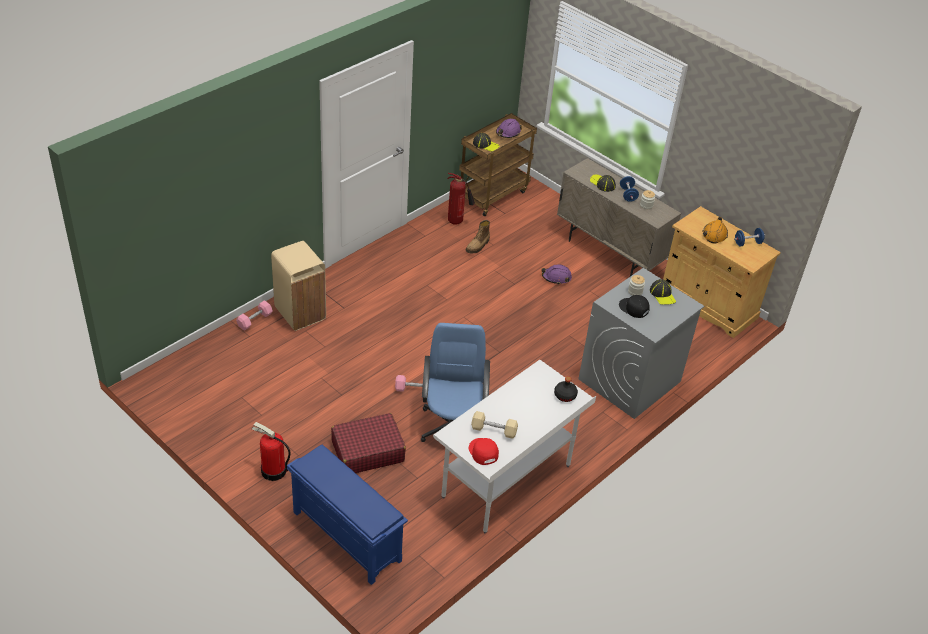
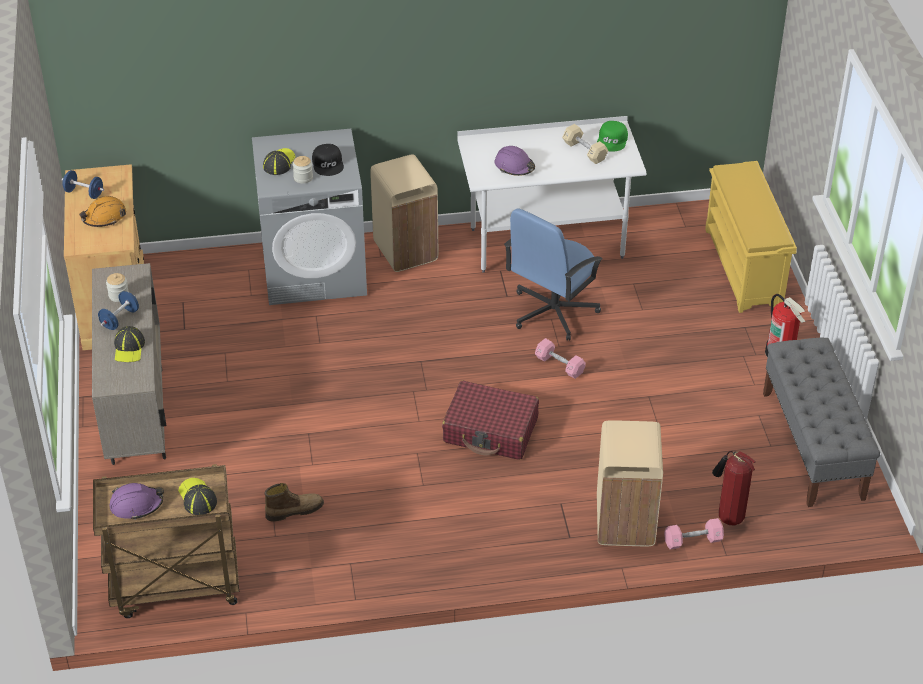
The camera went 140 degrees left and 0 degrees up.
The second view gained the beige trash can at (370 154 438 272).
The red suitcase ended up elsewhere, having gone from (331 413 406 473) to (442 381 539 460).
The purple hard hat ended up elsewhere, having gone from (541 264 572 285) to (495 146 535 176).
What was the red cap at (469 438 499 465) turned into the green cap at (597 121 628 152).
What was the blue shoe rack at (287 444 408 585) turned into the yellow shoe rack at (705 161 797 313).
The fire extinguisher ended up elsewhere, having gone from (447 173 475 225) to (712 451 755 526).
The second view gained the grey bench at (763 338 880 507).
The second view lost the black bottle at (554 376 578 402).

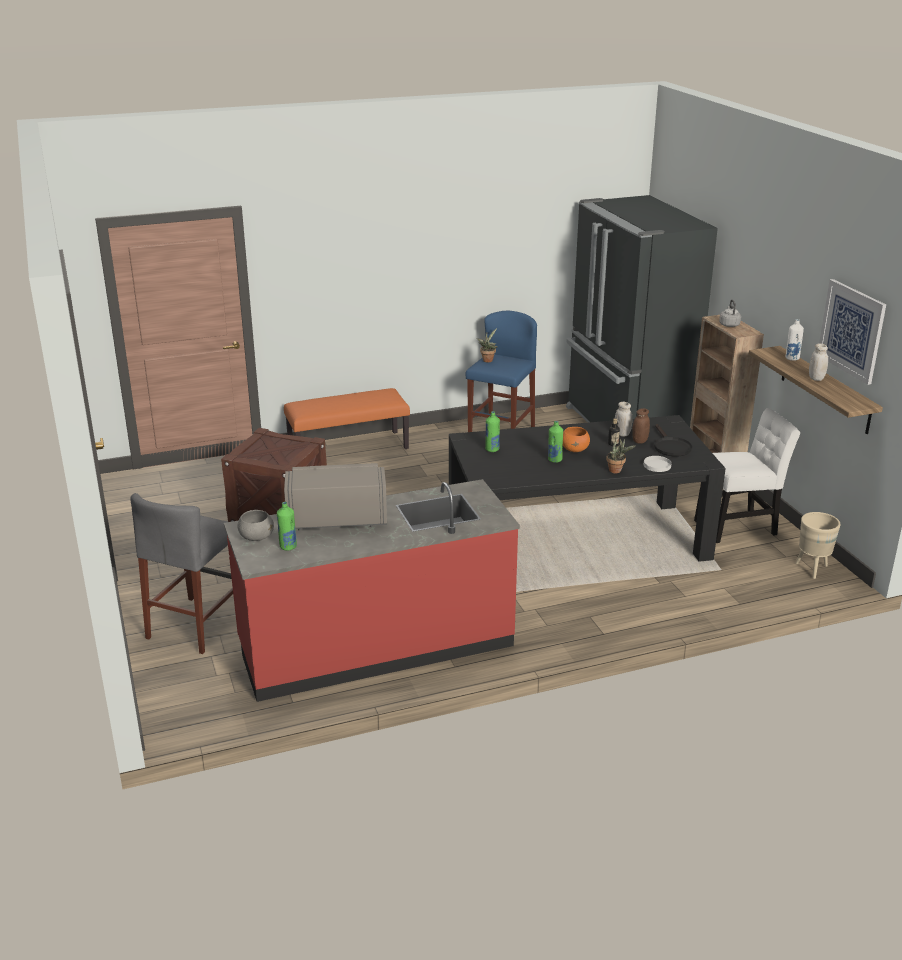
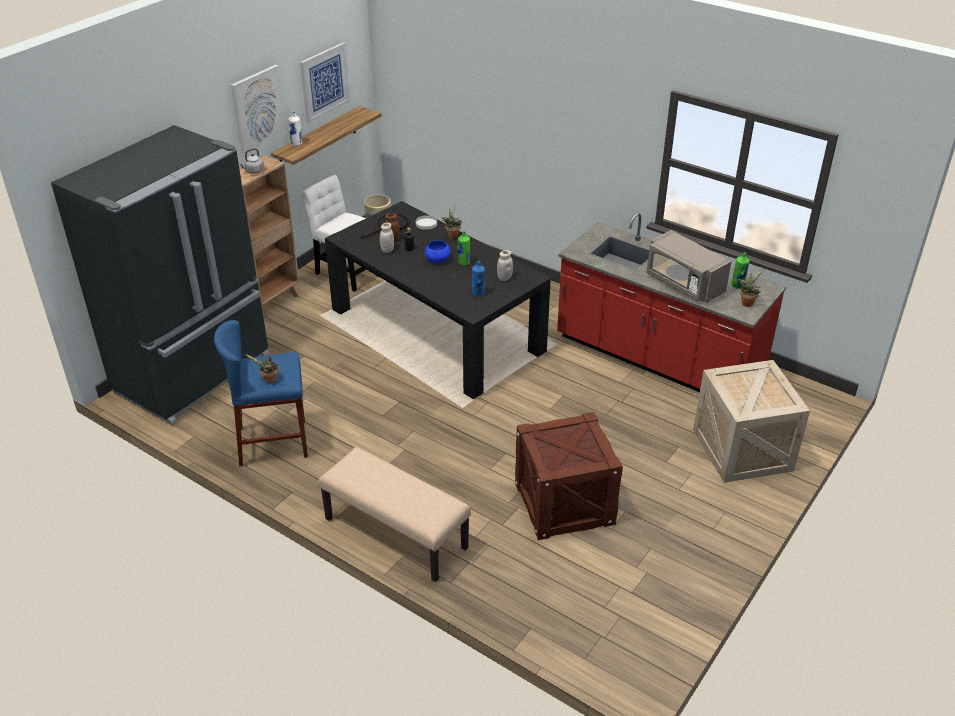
The camera went 125 degrees left and 10 degrees up.
The second view gained the picture at (231 65 286 154).
What was the orange bench at (284 388 410 449) turned into the beige bench at (318 447 471 582).
What was the orange bowl at (563 427 590 452) turned into the blue bowl at (425 240 450 263).
What was the green bottle at (485 411 500 452) turned into the blue bottle at (472 261 485 297).
The white jar ended up elsewhere, having gone from (809 343 828 381) to (497 250 513 281).
Where the grey stool stood at (130 493 233 654), the crate came to stand at (693 360 810 483).
Where the grey bowl stood at (238 510 274 541), the potted plant came to stand at (738 269 764 307).

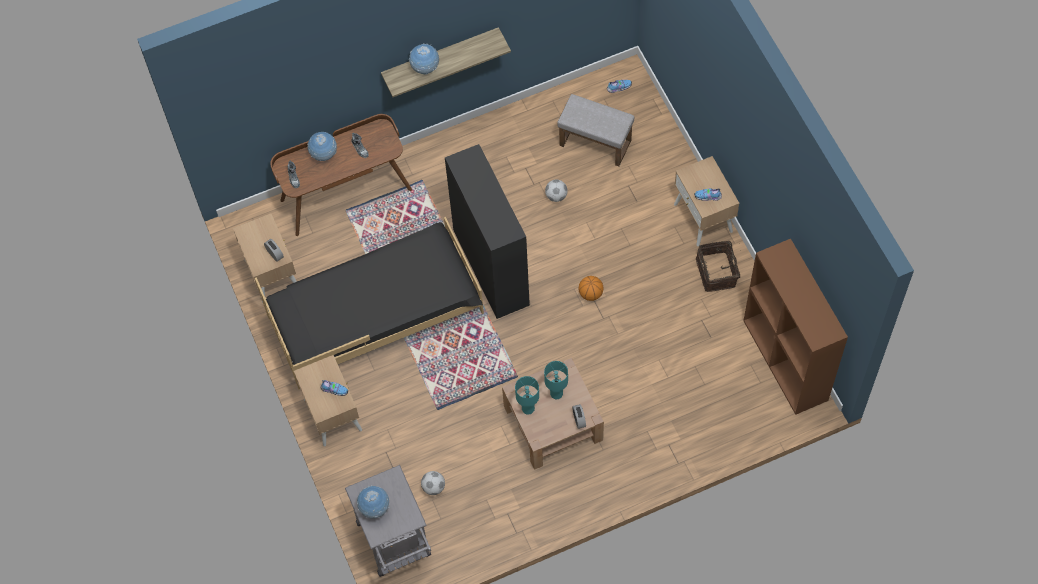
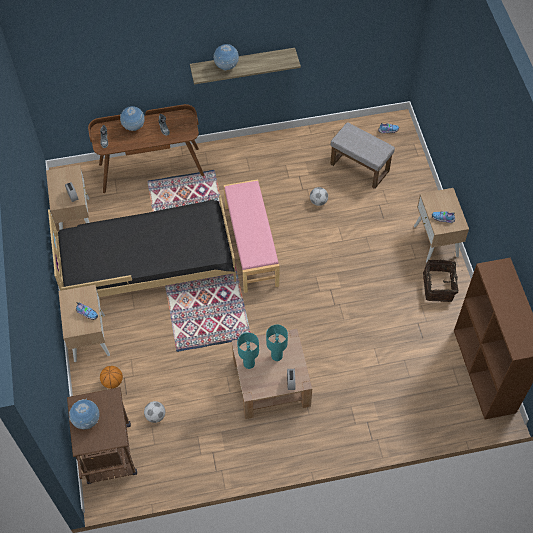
The camera went 10 degrees right and 5 degrees down.
What was the grey cart at (345 465 431 577) turned into the brown cart at (67 387 137 484).
The basketball ended up elsewhere, having gone from (579 276 603 301) to (100 366 123 389).
Where the black bookcase stood at (445 144 530 319), the pink bench came to stand at (223 179 279 293).

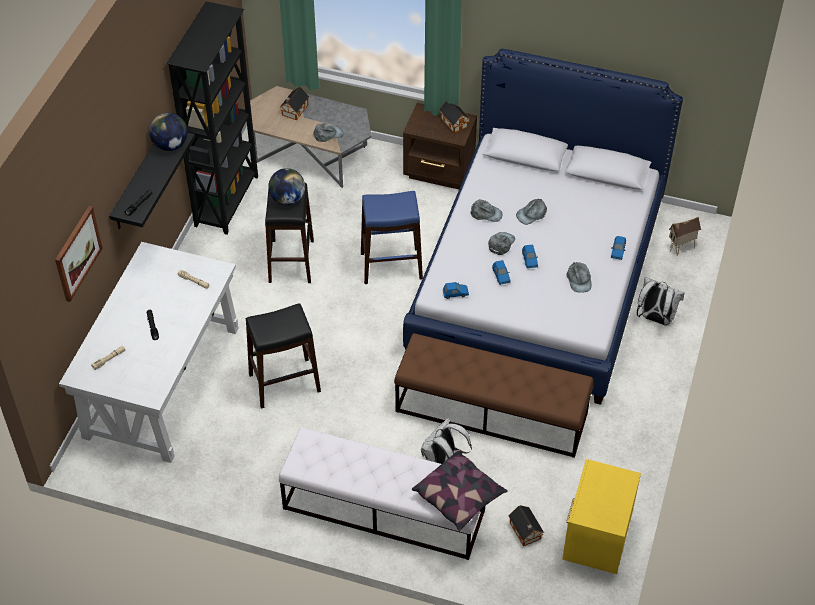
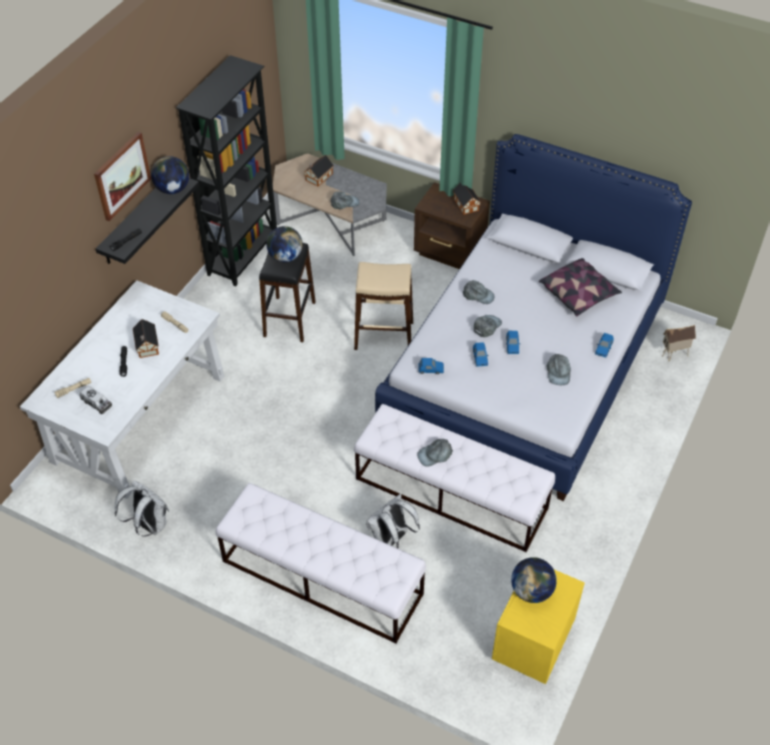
The camera went 10 degrees right and 0 degrees up.
The second view gained the toy truck at (80 386 112 414).
The picture ended up elsewhere, having gone from (55 206 103 302) to (94 132 151 221).
The white backpack ended up elsewhere, having gone from (637 277 684 326) to (115 480 169 537).
The toy house ended up elsewhere, having gone from (508 505 544 546) to (133 319 159 358).
What was the blue stool at (361 191 423 284) turned into the beige stool at (354 262 413 350).
What was the brown bench at (394 333 593 458) turned into the white bench at (354 404 555 552).
The grey cap ended up elsewhere, having gone from (516 199 547 225) to (417 439 453 467).
The second view gained the globe at (511 557 557 603).
The pillow ended up elsewhere, having gone from (412 449 508 531) to (539 258 622 317).
The second view lost the black stool at (246 303 321 409).

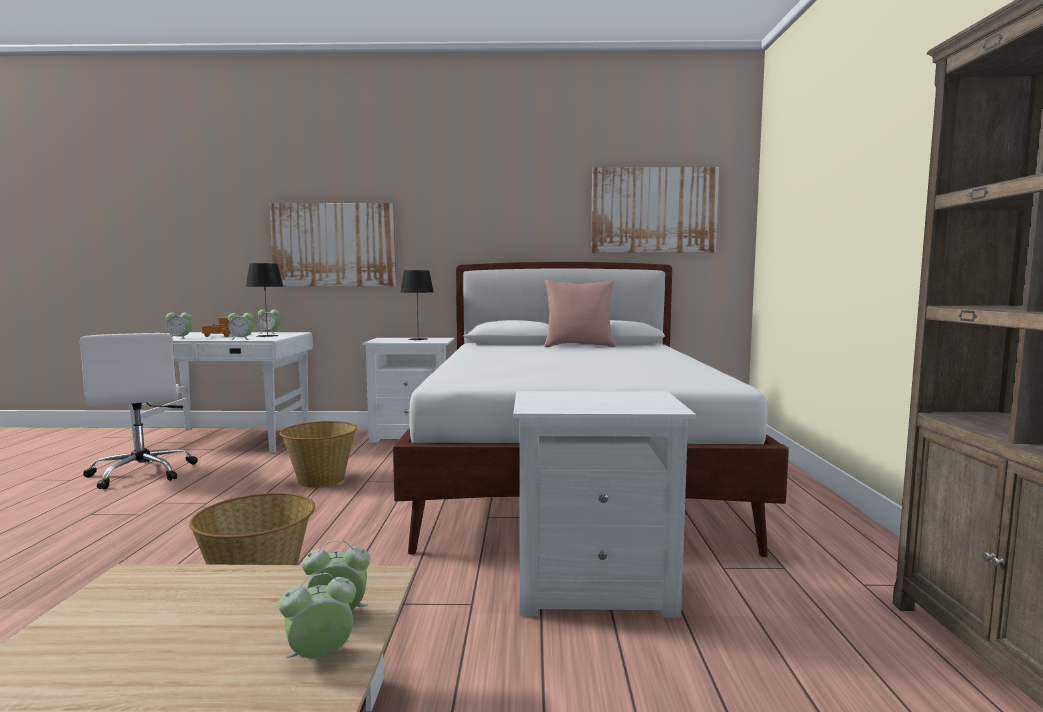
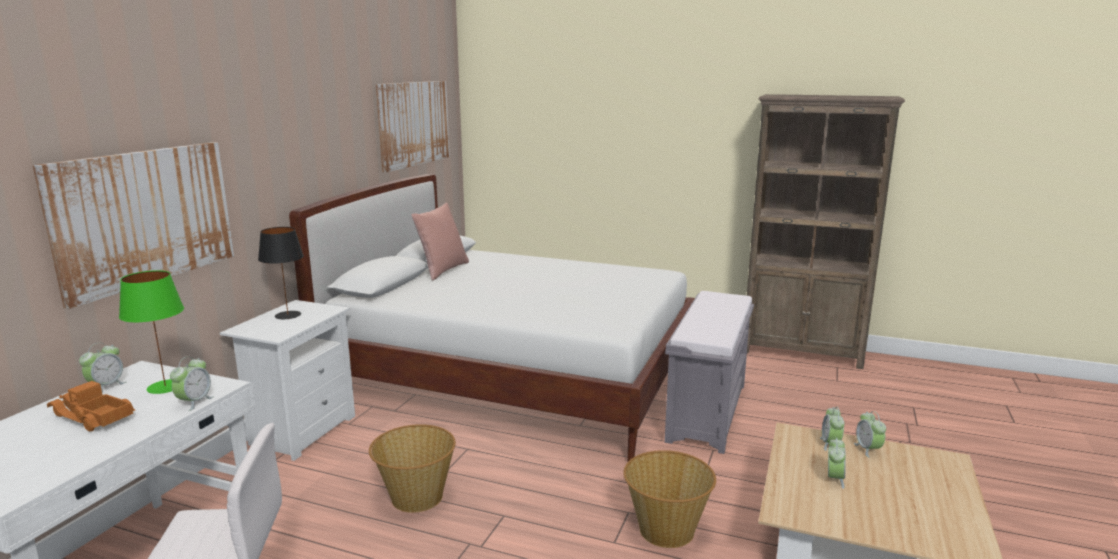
The camera went 70 degrees left and 10 degrees up.
What was the black table lamp at (246 263 284 337) turned into the green table lamp at (119 270 184 394).
Where the white nightstand stood at (513 391 696 618), the grey bench came to stand at (665 291 754 454).
The alarm clock ended up elsewhere, having gone from (166 309 192 339) to (828 438 846 489).

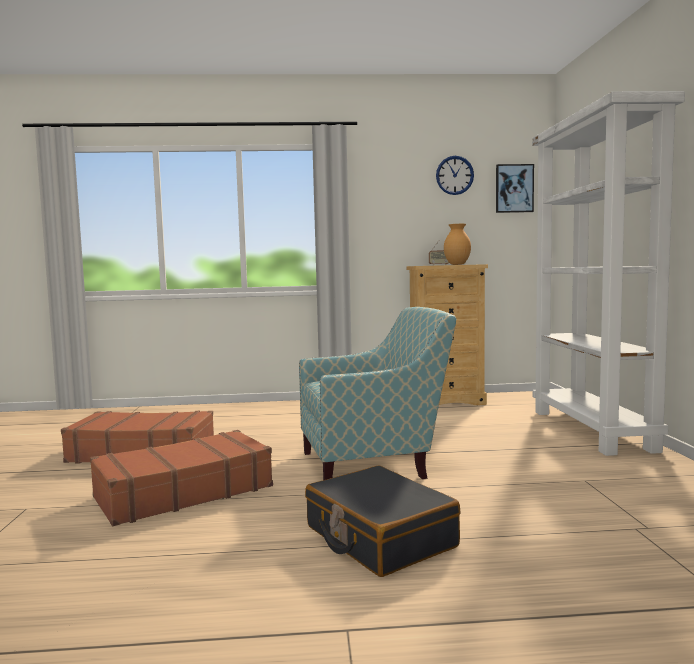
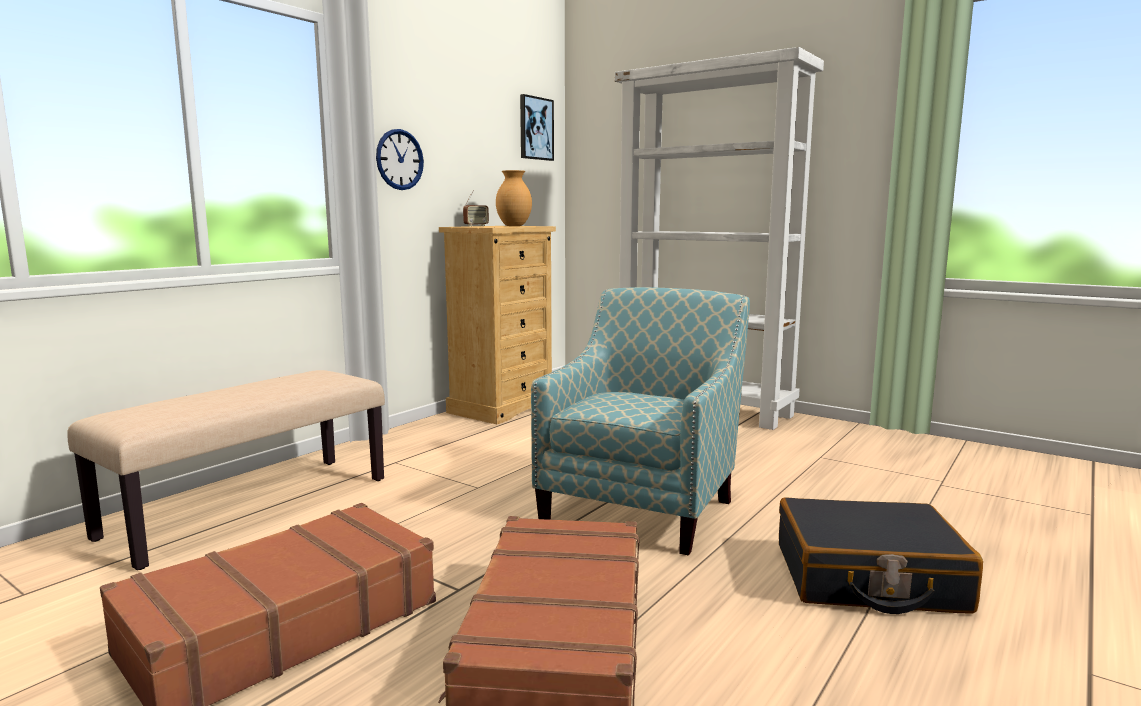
The camera went 50 degrees left and 5 degrees up.
The second view gained the beige bench at (67 370 385 570).
The wall clock ended up elsewhere, having gone from (436 156 474 195) to (376 129 424 190).

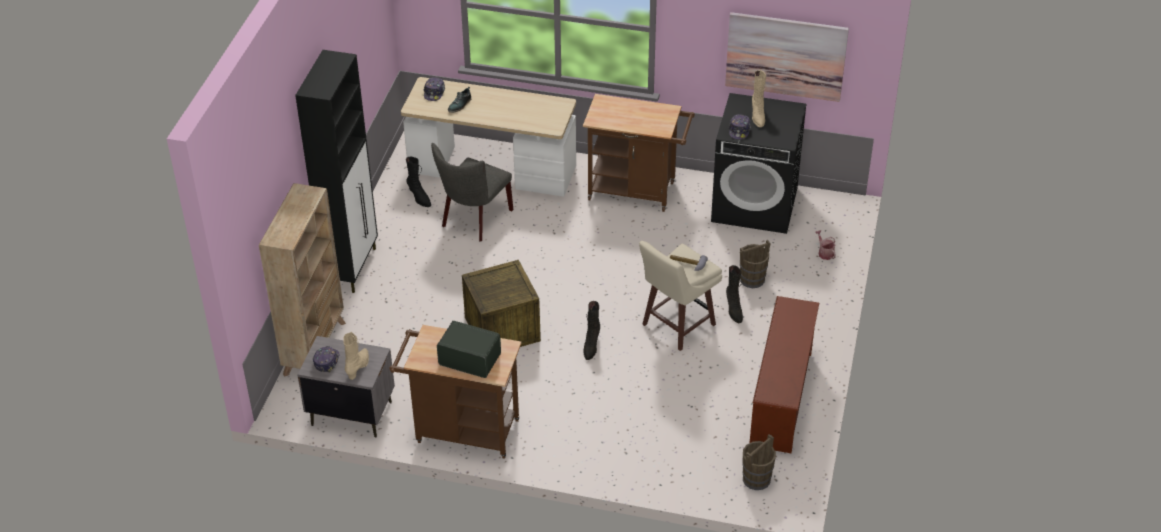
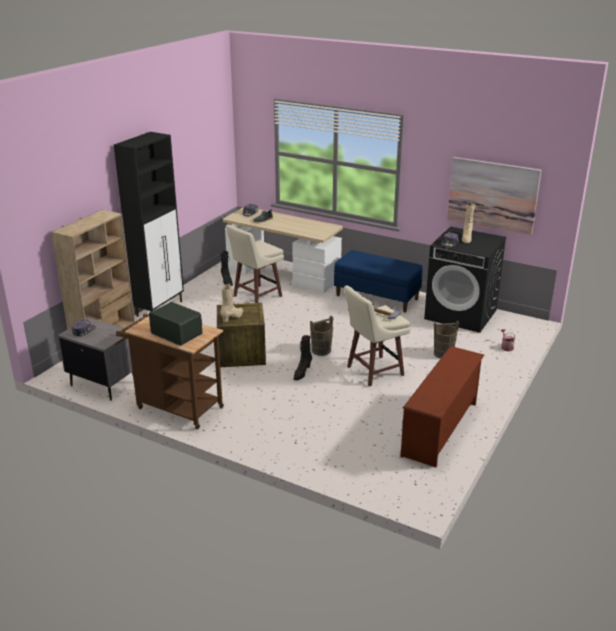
The camera went 15 degrees right and 15 degrees down.
The beige boot ended up elsewhere, having gone from (343 332 369 380) to (220 284 243 322).
Where the grey chair stood at (431 143 513 241), the beige stool came to stand at (226 225 284 303).
The brown bucket ended up elsewhere, having gone from (742 434 776 490) to (310 316 333 356).
Where the brown cart stood at (583 94 695 212), the blue bench came to stand at (334 250 423 312).
The second view lost the black boot at (726 265 743 323).

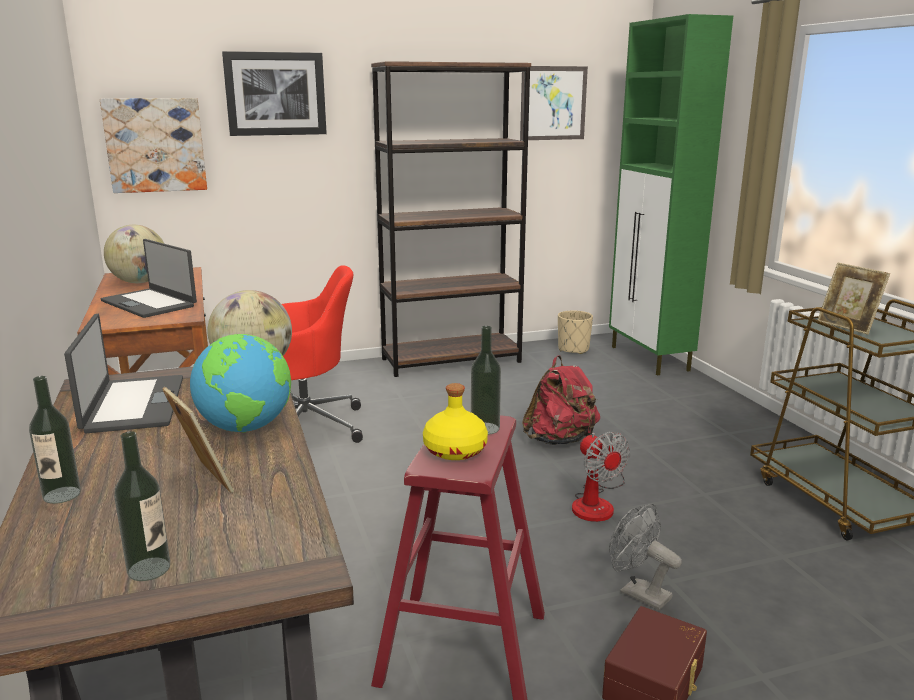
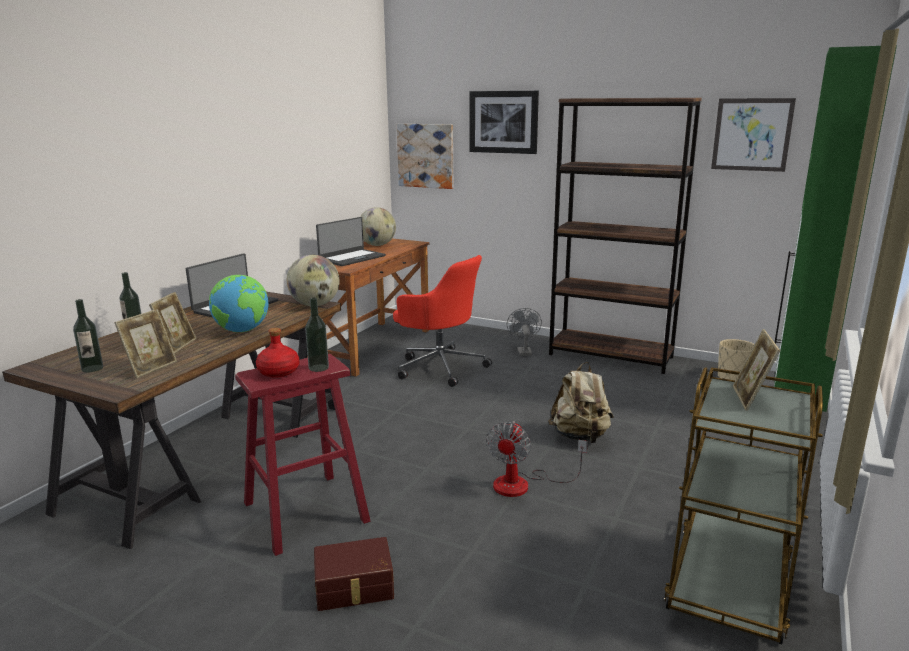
The camera went 45 degrees right and 0 degrees up.
The second view gained the picture frame at (115 309 177 378).
What was the yellow bottle at (423 383 488 460) turned into the red bottle at (256 328 299 378).
The laptop at (100 239 197 318) ended up facing another way, 135 degrees counterclockwise from before.
The grey fan ended up elsewhere, having gone from (609 503 682 610) to (507 308 542 356).
What was the red backpack at (522 355 600 445) turned into the beige backpack at (548 362 614 443).

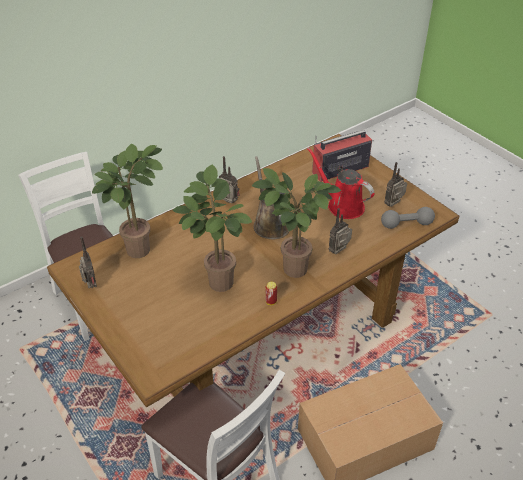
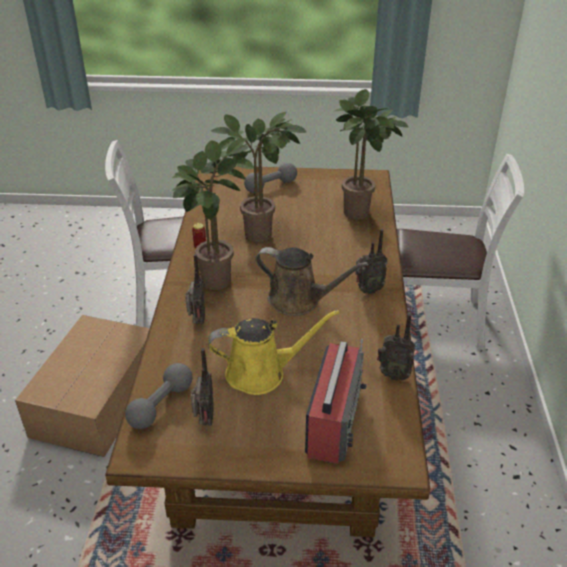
The camera went 130 degrees right and 5 degrees down.
What was the red watering can at (307 147 374 219) turned into the yellow watering can at (208 310 339 395).
The second view gained the grey dumbbell at (244 163 297 193).
The radio ended up elsewhere, having gone from (79 236 97 288) to (377 314 415 381).

